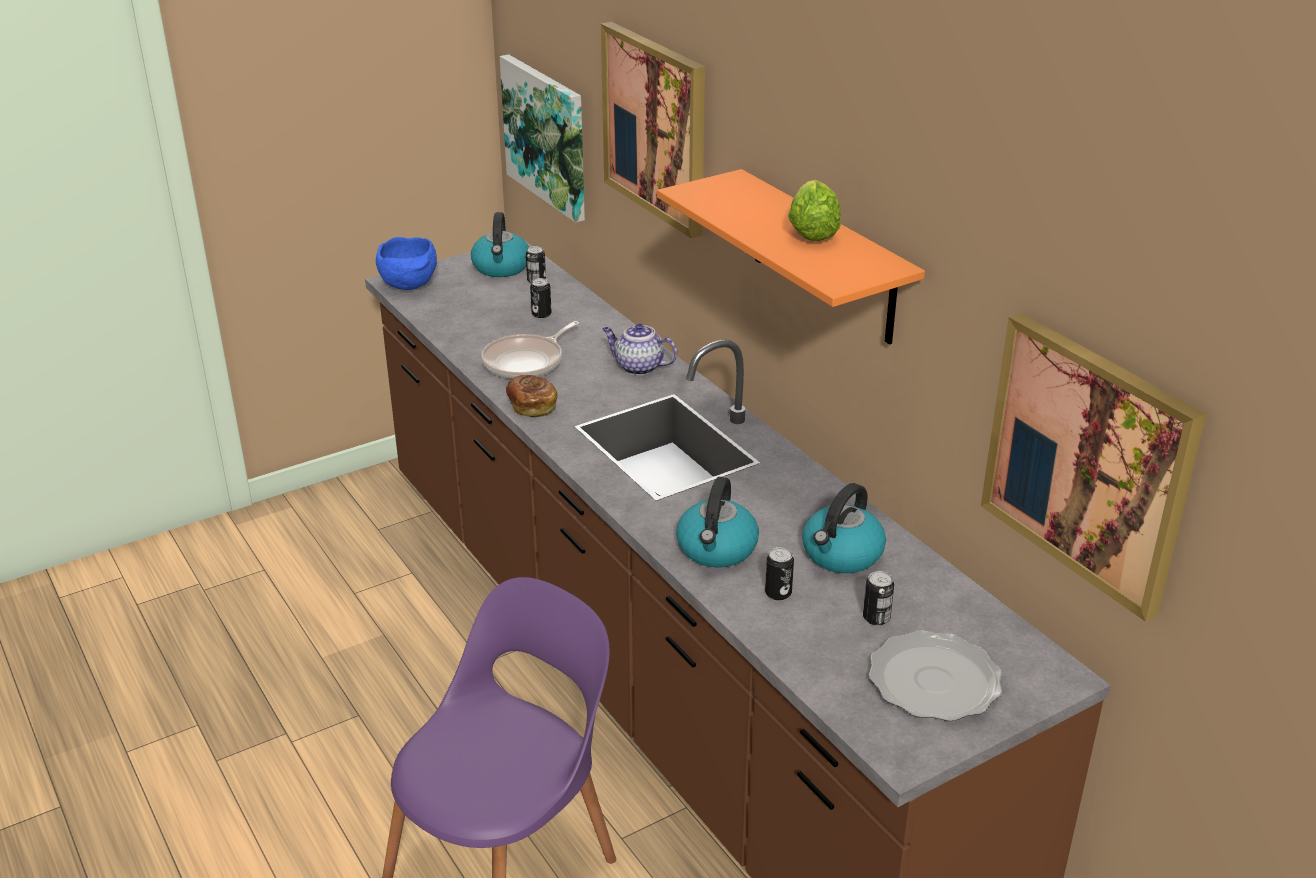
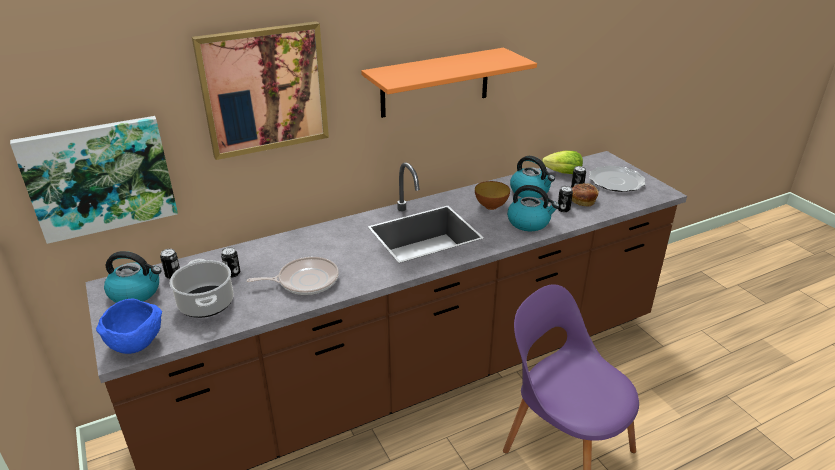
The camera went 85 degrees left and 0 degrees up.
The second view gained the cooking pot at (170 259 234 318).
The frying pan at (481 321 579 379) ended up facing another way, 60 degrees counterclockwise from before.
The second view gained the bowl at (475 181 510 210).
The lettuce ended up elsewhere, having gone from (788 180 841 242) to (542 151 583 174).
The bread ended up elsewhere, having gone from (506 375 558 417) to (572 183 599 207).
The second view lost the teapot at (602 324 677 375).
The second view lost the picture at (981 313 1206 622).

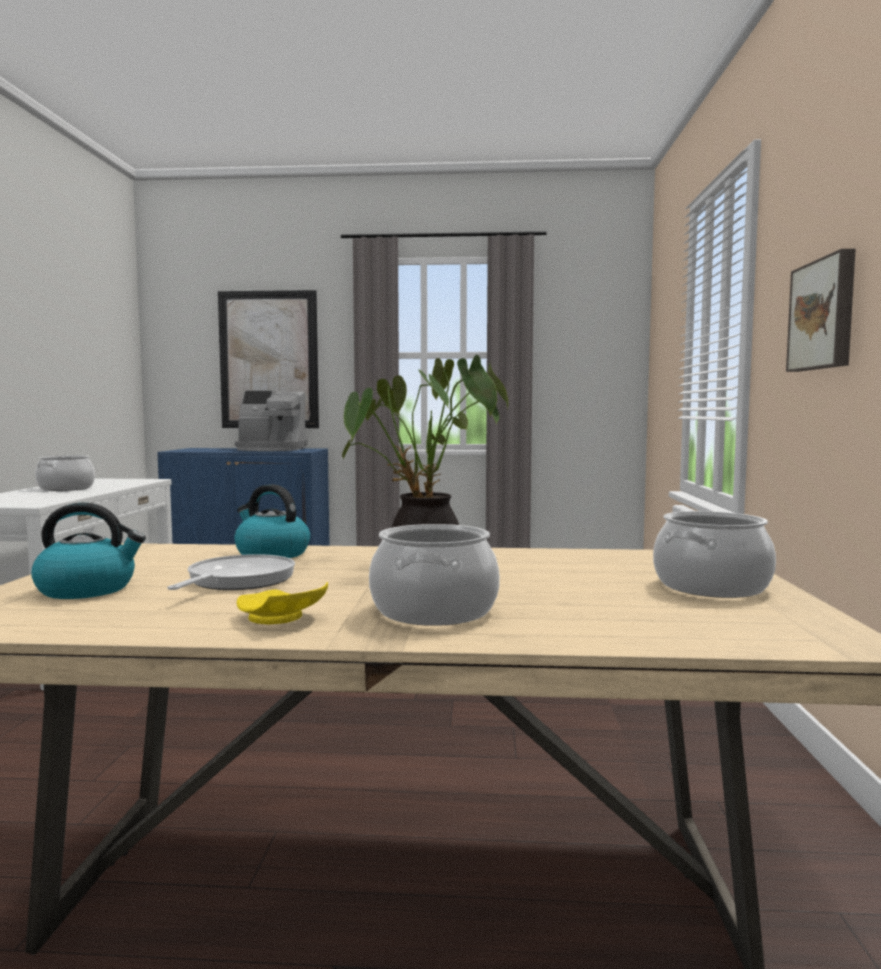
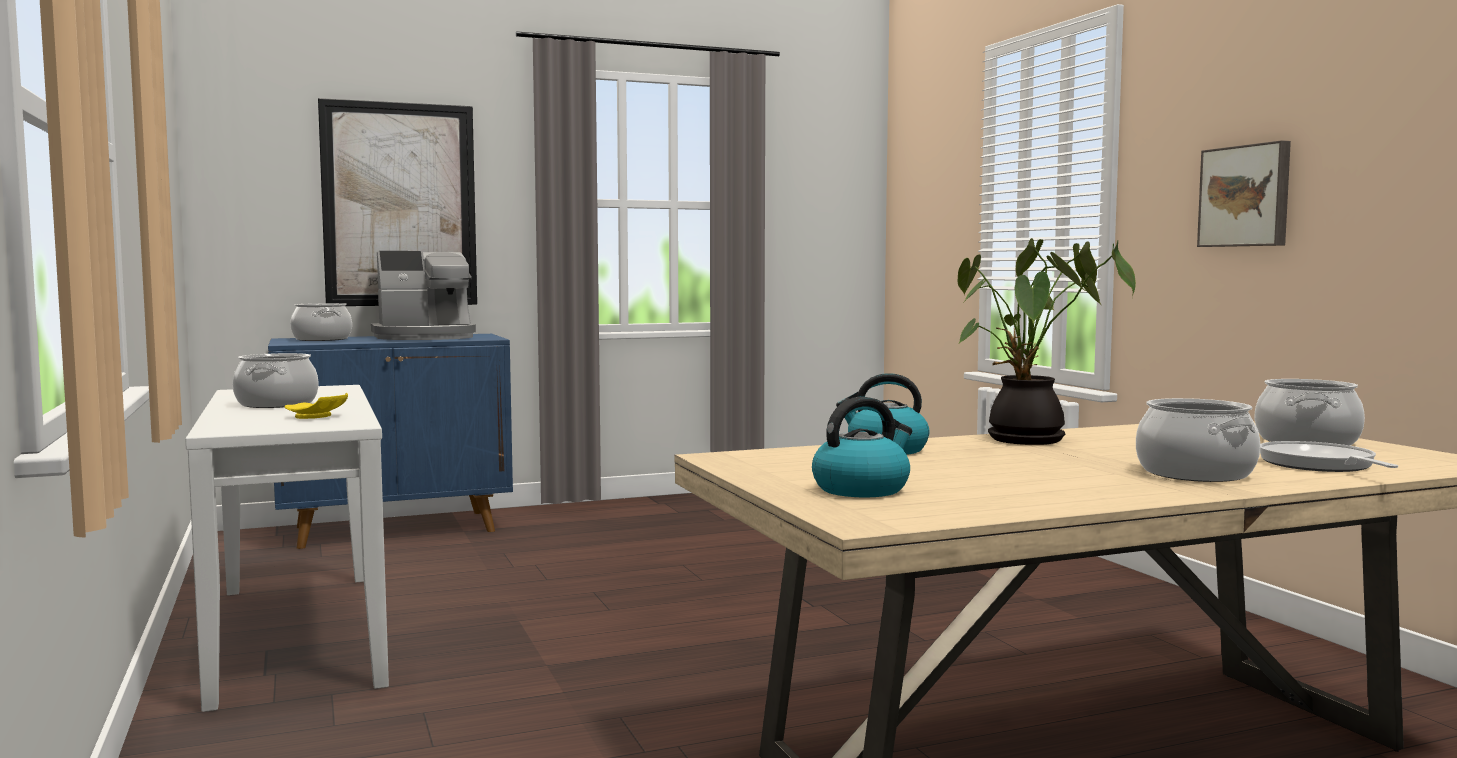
The camera went 25 degrees left and 0 degrees up.
The yellow plate ended up elsewhere, having gone from (237 582 328 624) to (285 393 348 419).
The second view gained the cooking pot at (290 303 352 341).
The frying pan ended up elsewhere, having gone from (167 554 295 590) to (1260 441 1398 472).

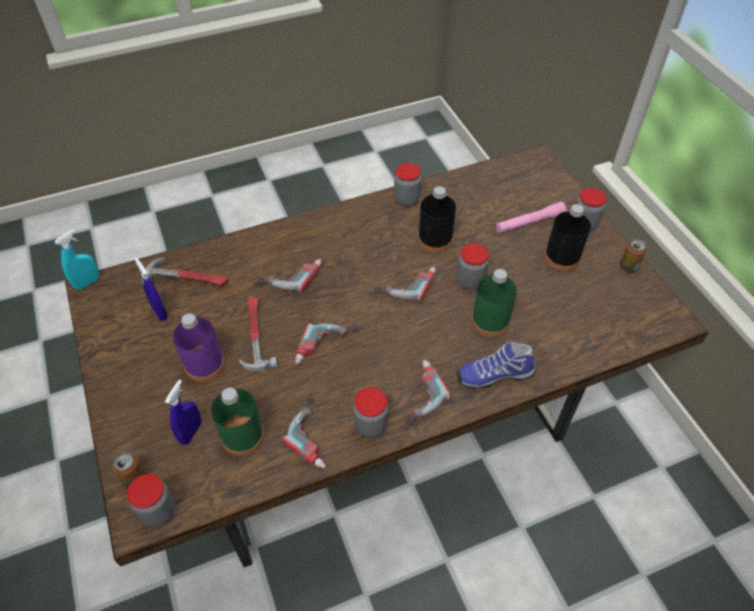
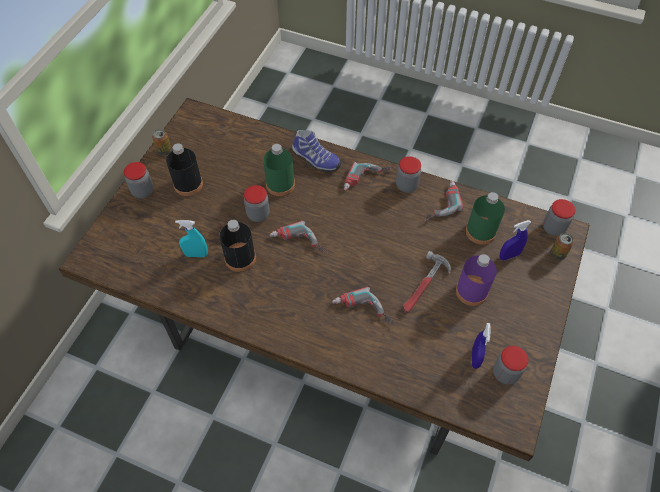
The camera went 135 degrees left and 5 degrees up.
The turquoise spray bottle ended up elsewhere, having gone from (55 229 99 290) to (175 220 208 257).
The jar ended up elsewhere, having gone from (394 163 421 206) to (493 346 528 385).
The second view lost the hammer at (141 257 228 286).
The second view lost the power drill at (295 323 364 364).
The second view lost the pink flashlight at (496 202 566 233).

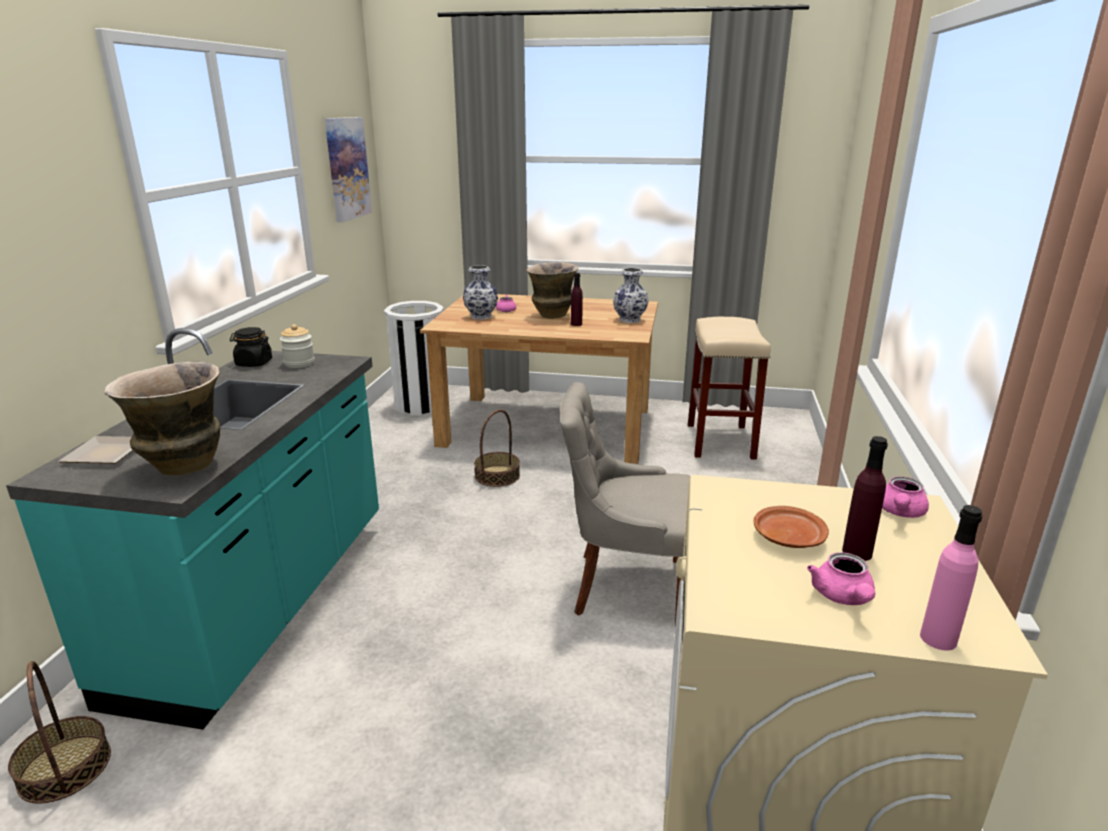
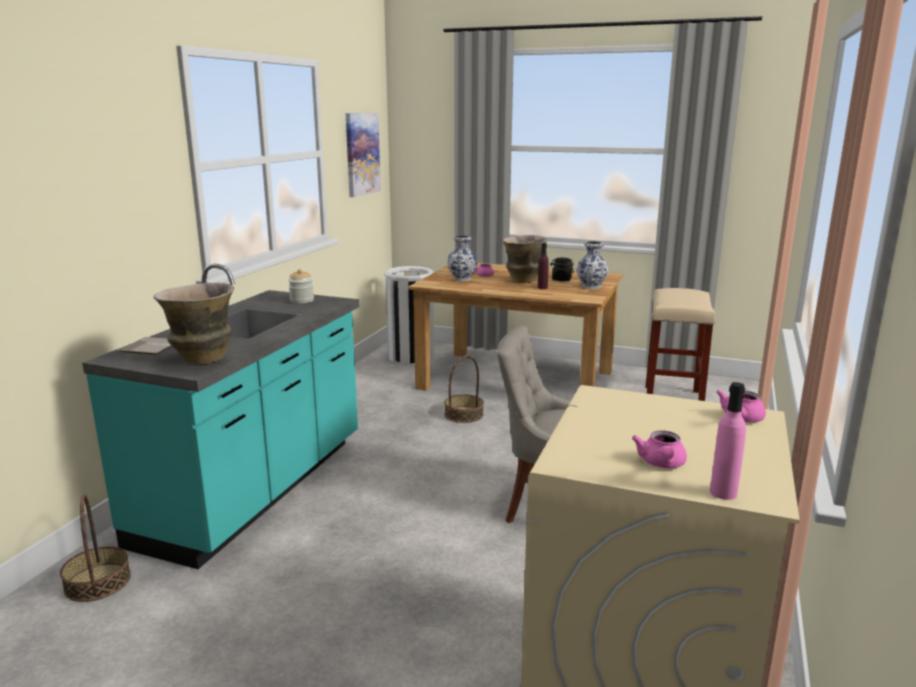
The camera went 10 degrees right and 5 degrees down.
The black jar ended up elsewhere, having gone from (230 327 272 367) to (550 258 574 281).
The second view lost the brown plate at (753 506 829 548).
The second view lost the purple bottle at (842 436 888 561).

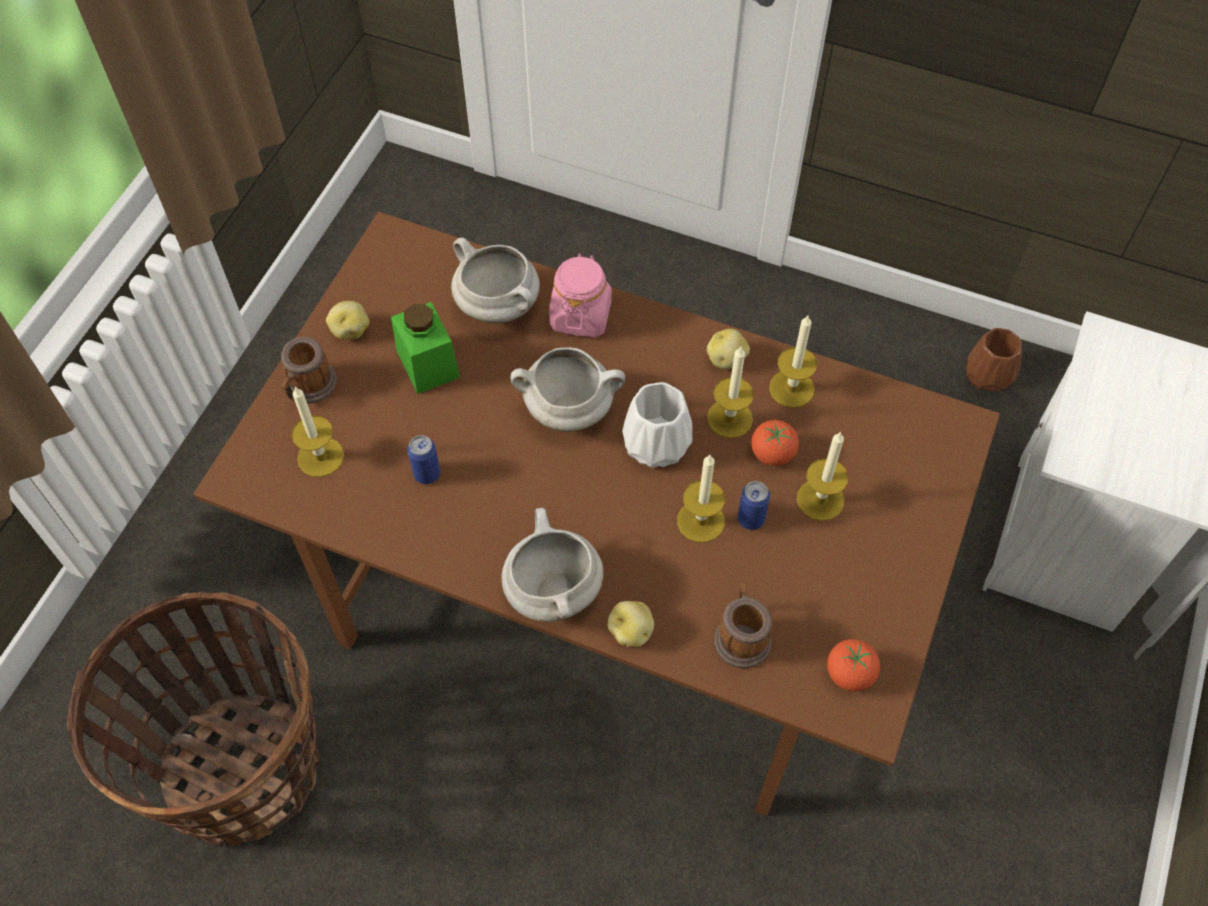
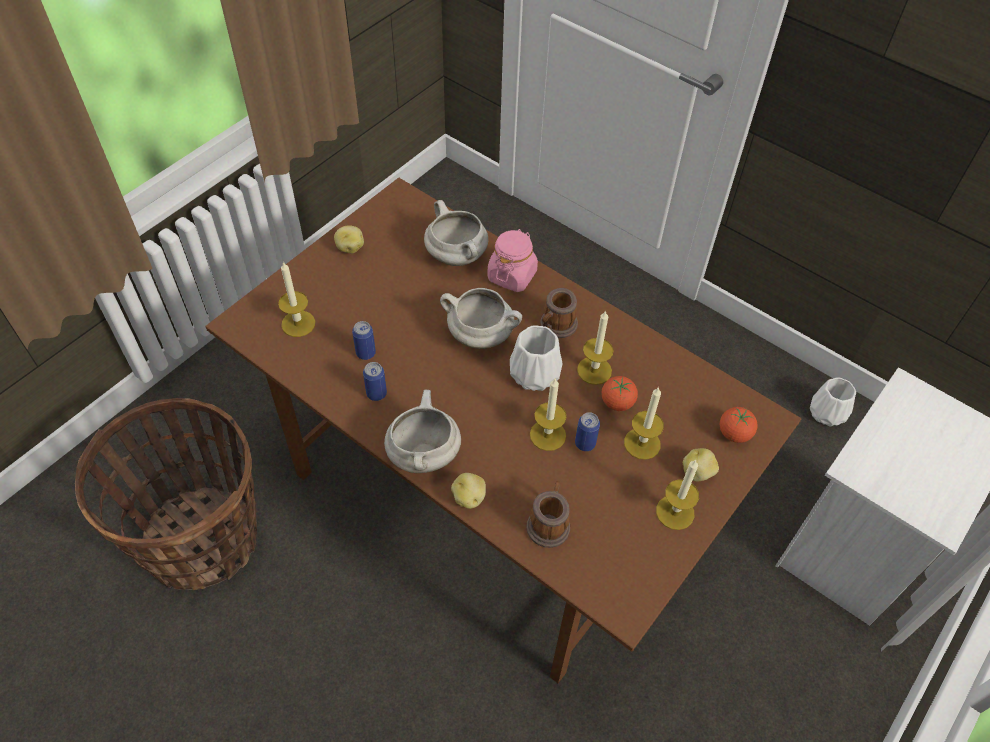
The camera went 15 degrees right and 5 degrees down.
The second view gained the can at (363 362 387 401).
The mug ended up elsewhere, having gone from (281 336 337 403) to (540 288 578 338).
The candle ended up elsewhere, having gone from (769 316 817 408) to (656 460 699 530).
The potato ended up elsewhere, having gone from (707 329 750 370) to (683 448 719 481).
The tomato ended up elsewhere, having gone from (827 639 880 691) to (720 407 758 443).
What was the brown vase at (966 328 1022 392) turned into the white vase at (810 377 856 426).
The second view lost the green jar at (391 302 460 394).

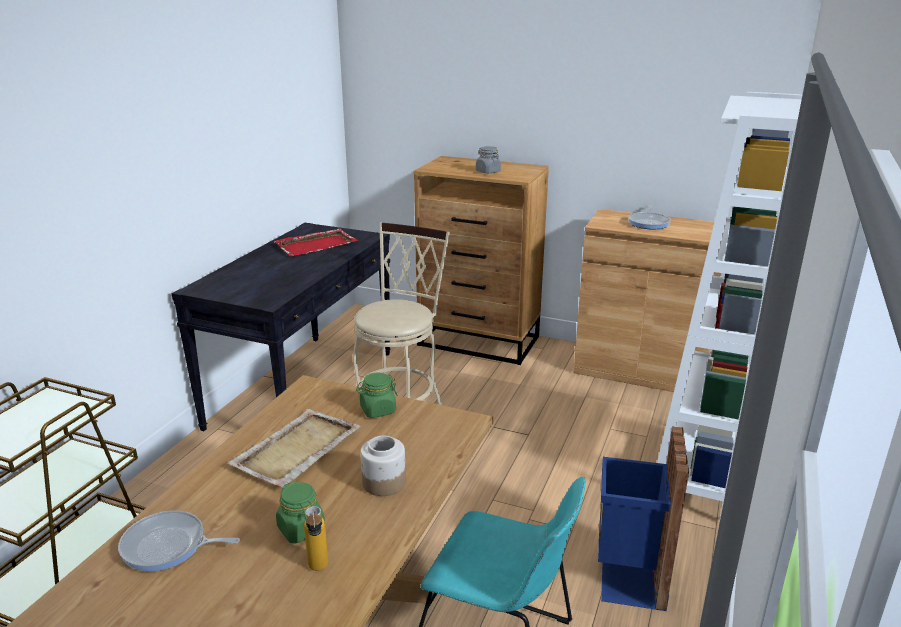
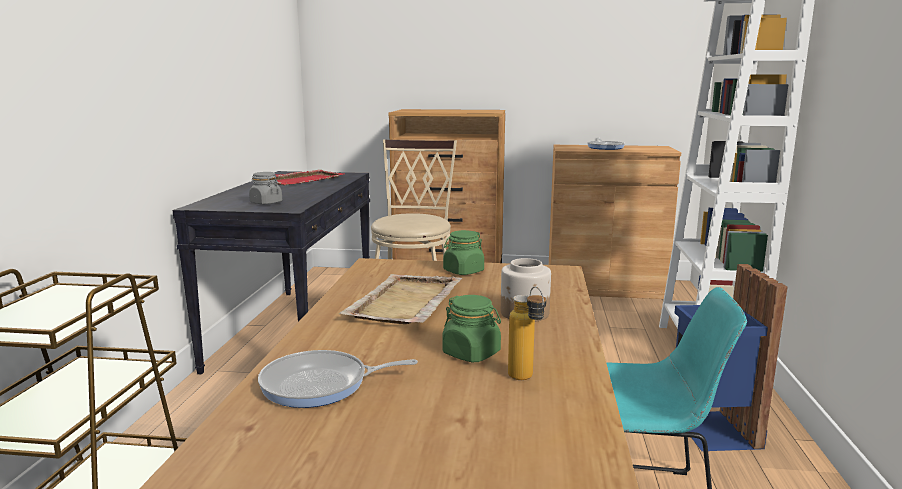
The camera went 15 degrees left and 10 degrees down.
The grey jar ended up elsewhere, having gone from (476 146 501 173) to (249 172 282 205).

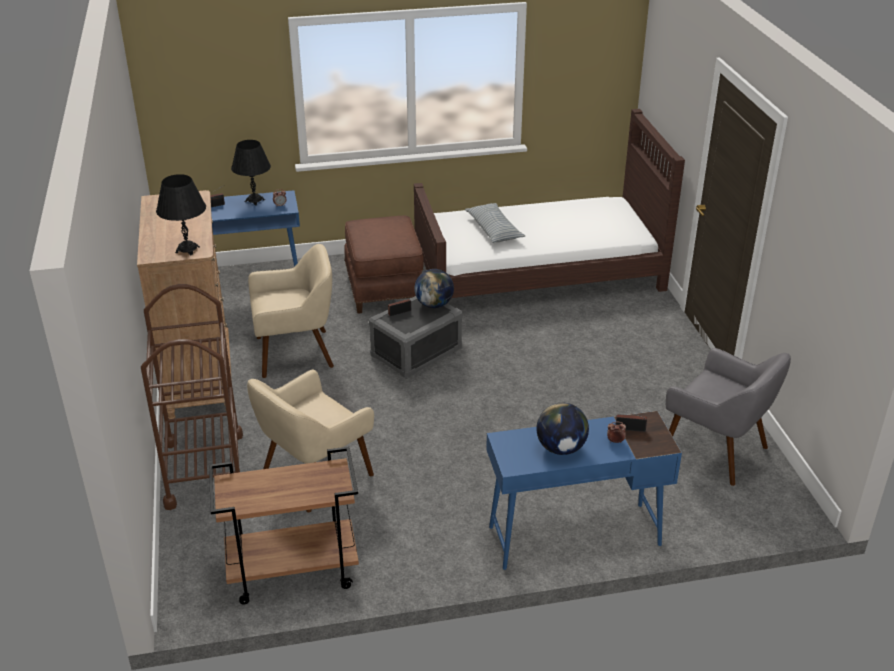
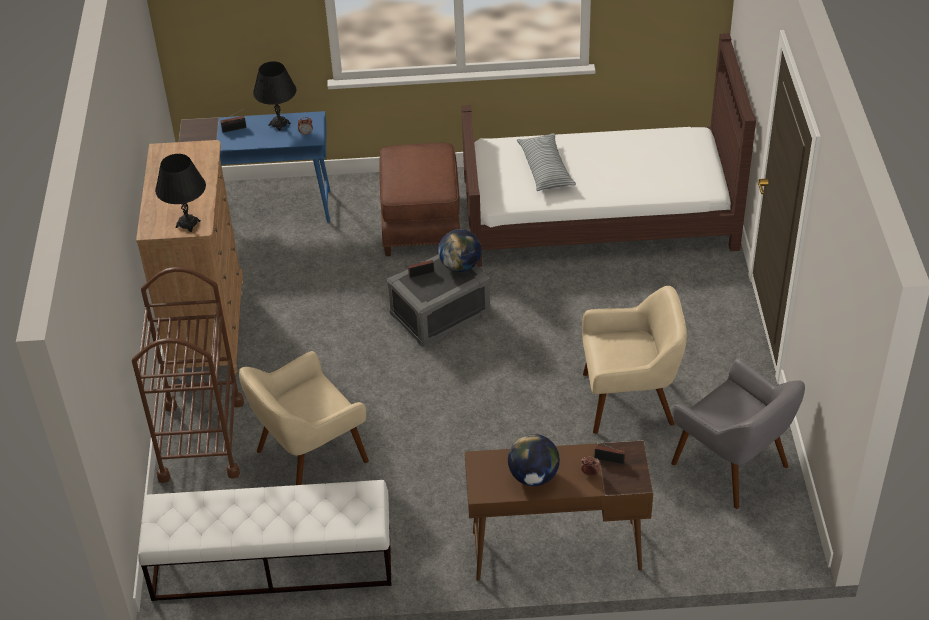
The camera went 10 degrees right and 10 degrees up.
Where the brown cart stood at (209 447 359 604), the white bench came to stand at (138 480 391 601).
What was the blue desk at (486 411 682 570) turned into the brown desk at (465 440 653 581).
The beige armchair ended up elsewhere, having gone from (248 244 334 378) to (582 286 687 434).

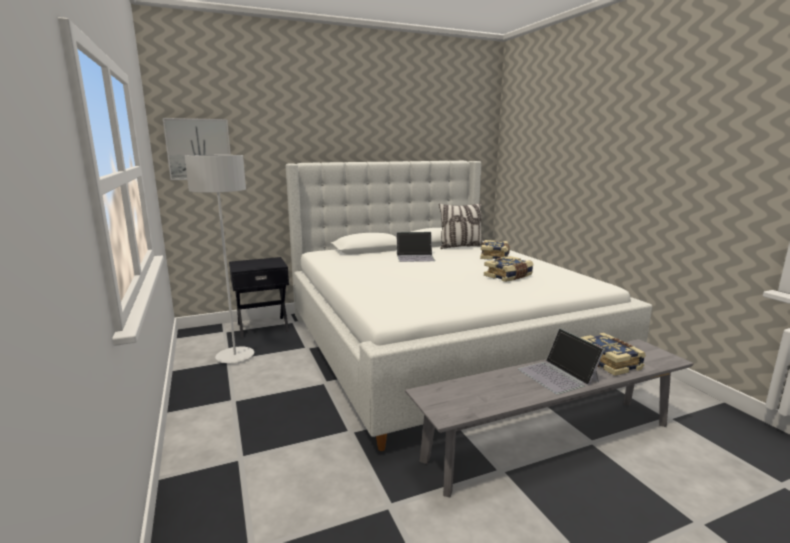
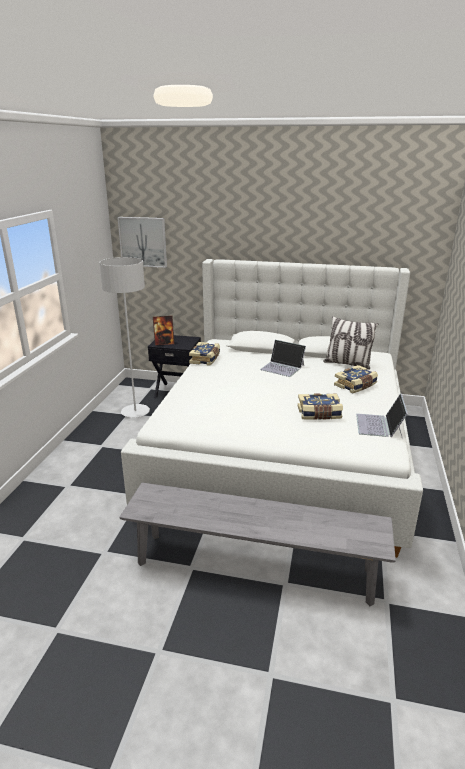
The camera went 35 degrees right and 10 degrees up.
The second view gained the picture frame at (153 316 174 346).
The book ended up elsewhere, having gone from (580 333 646 376) to (189 342 220 366).
The laptop ended up elsewhere, having gone from (518 328 605 394) to (356 393 408 437).

